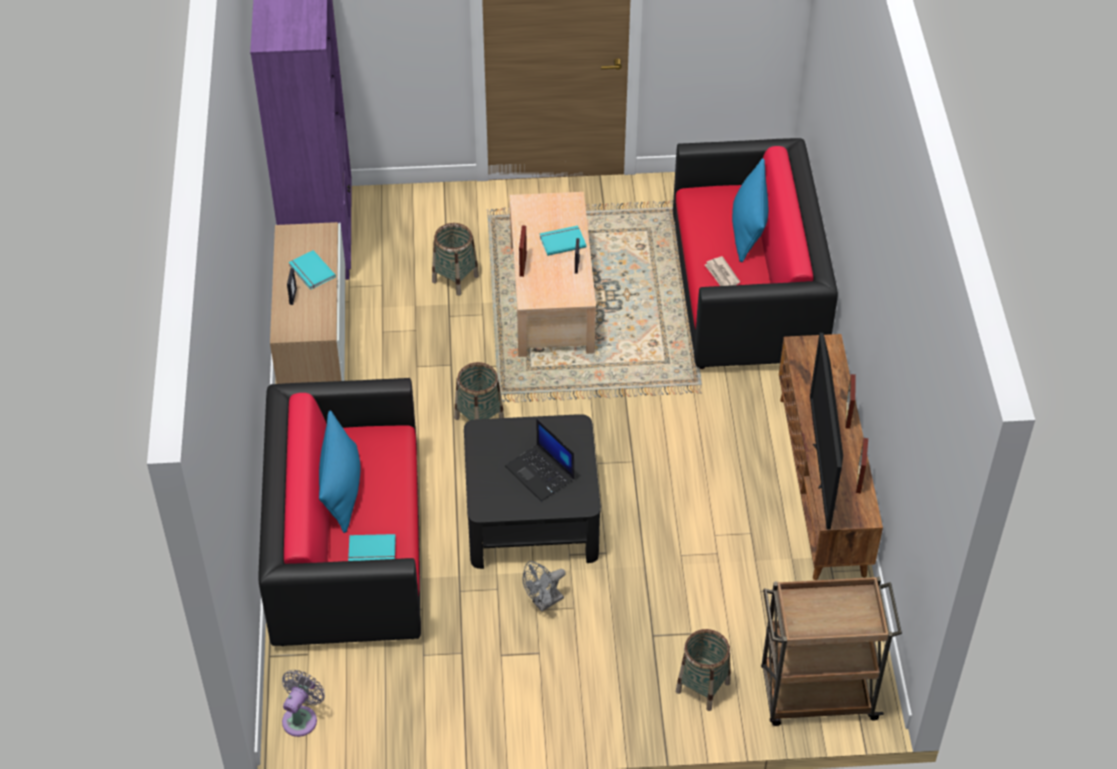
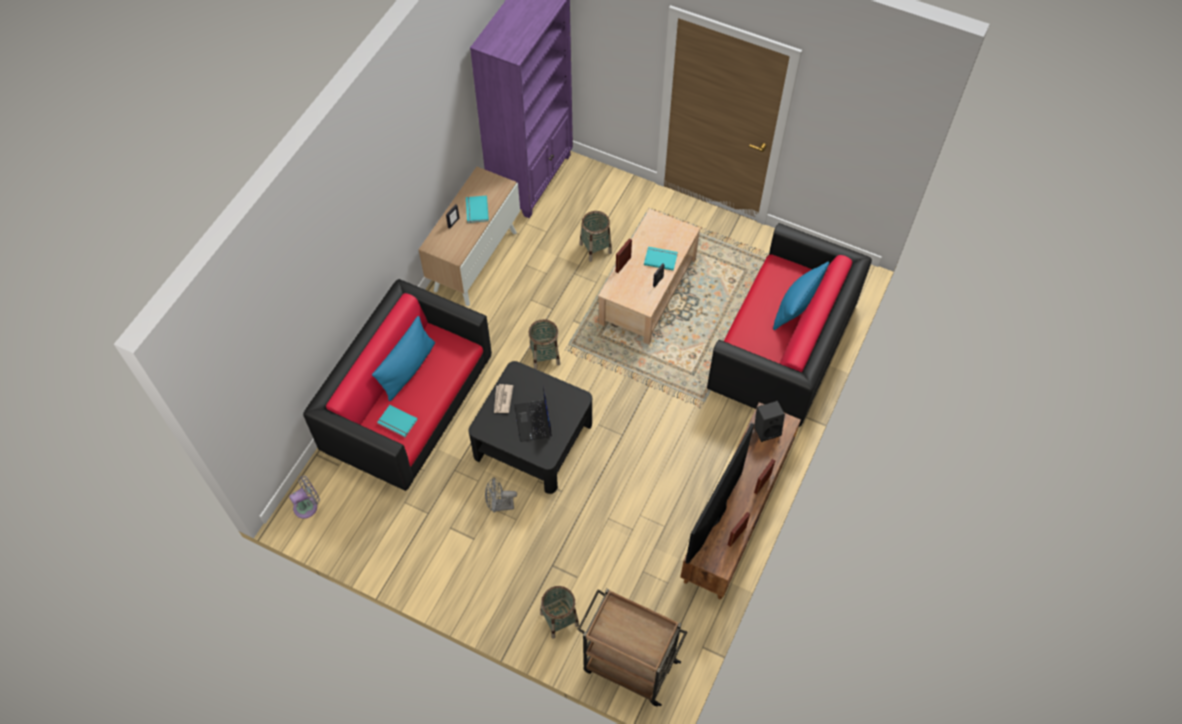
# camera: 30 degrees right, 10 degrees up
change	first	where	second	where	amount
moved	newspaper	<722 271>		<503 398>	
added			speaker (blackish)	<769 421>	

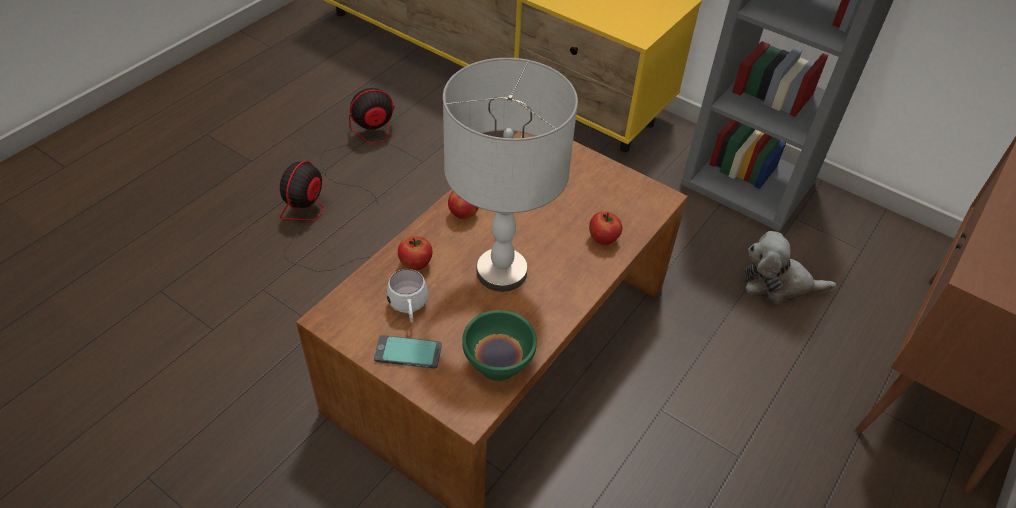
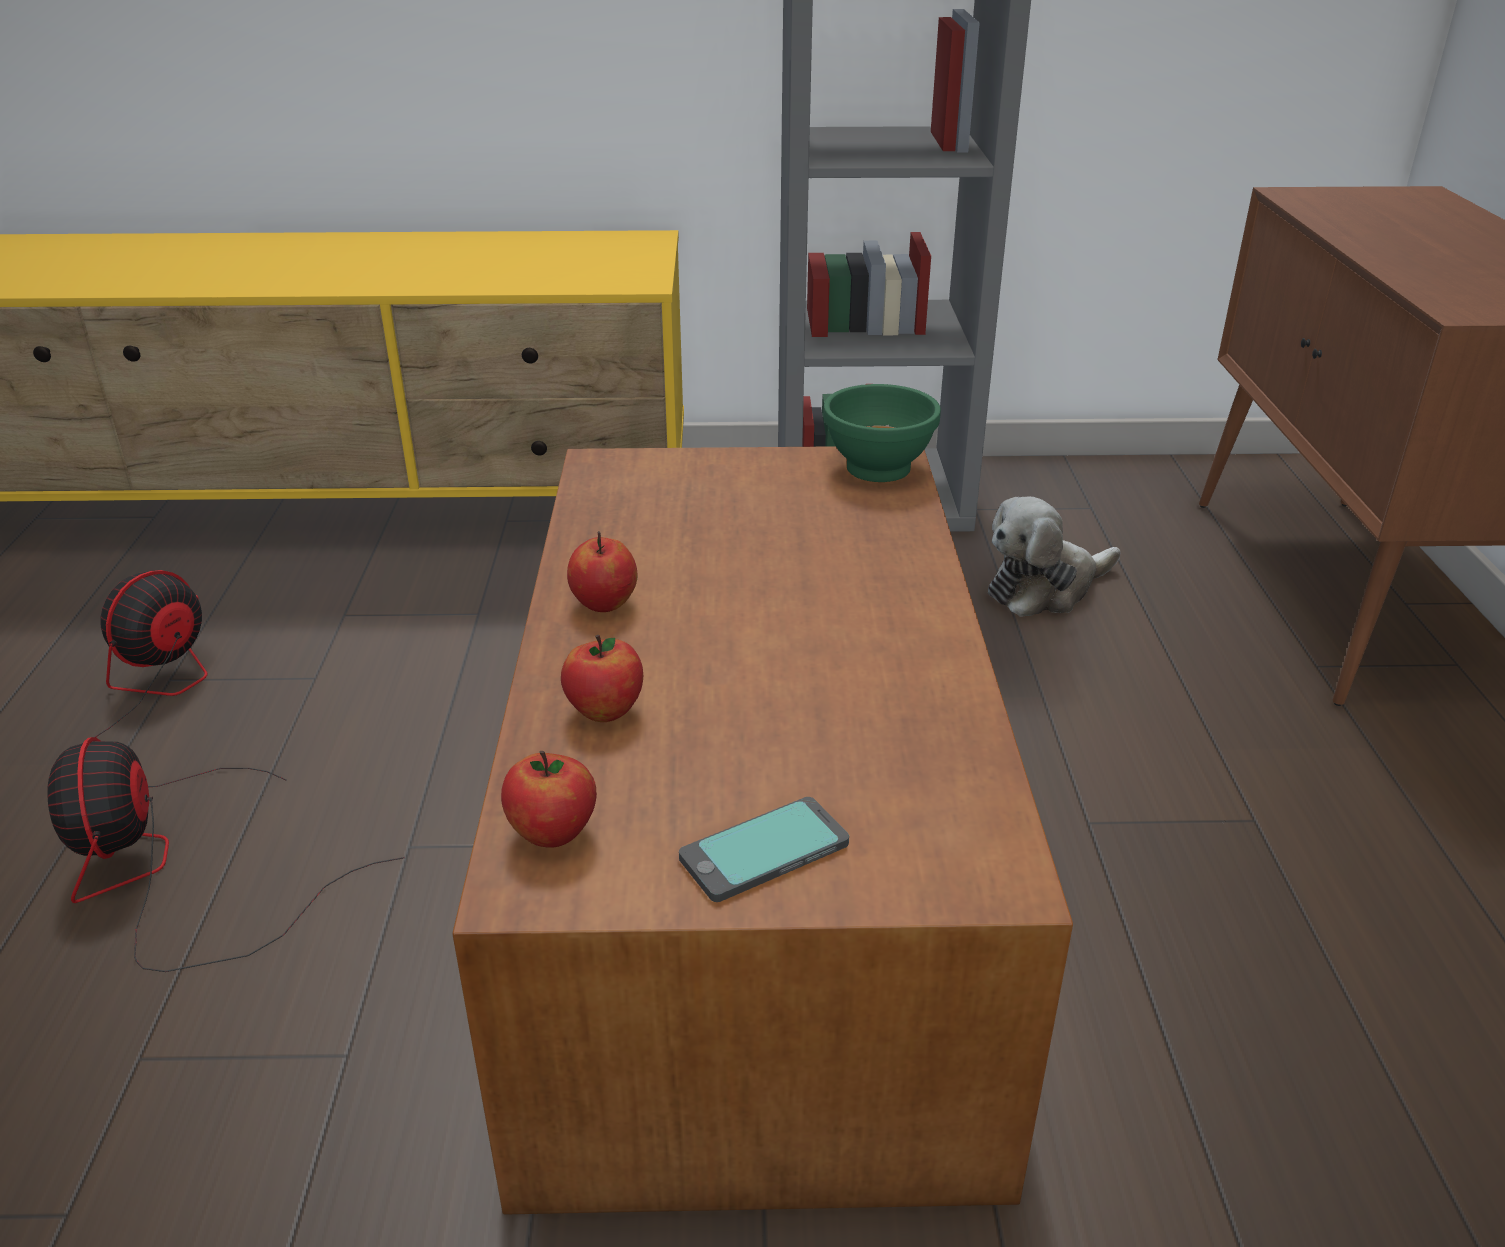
# camera: 35 degrees left, 15 degrees down
change	first	where	second	where	amount
moved	apple fruit	<605 228>		<549 799>	
moved	bowl (green-coloured)	<499 345>		<882 433>	
removed	coffee mug (white-coloured)	<407 296>			
removed	lamp for a table (greyish)	<510 175>			

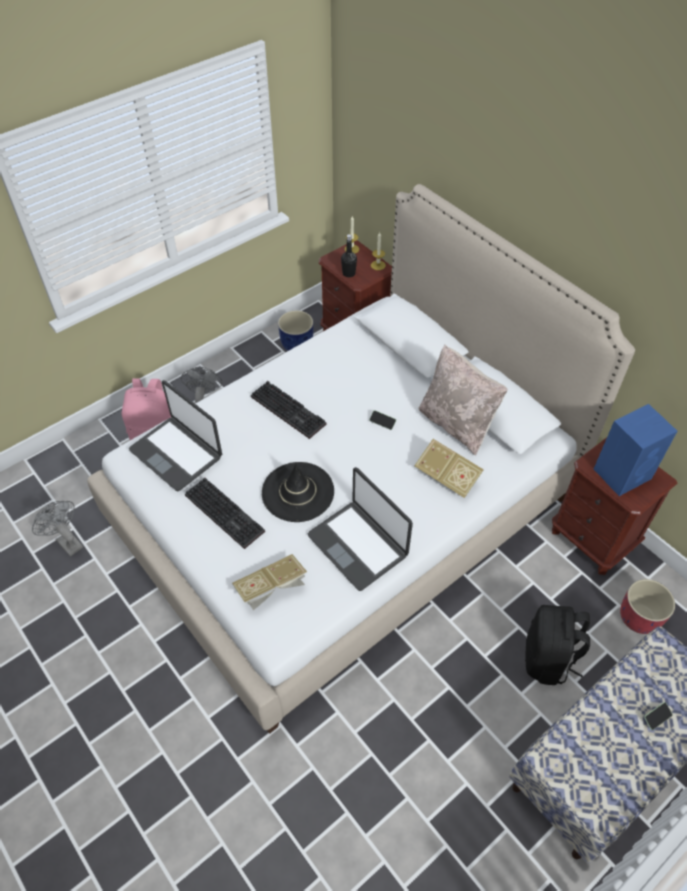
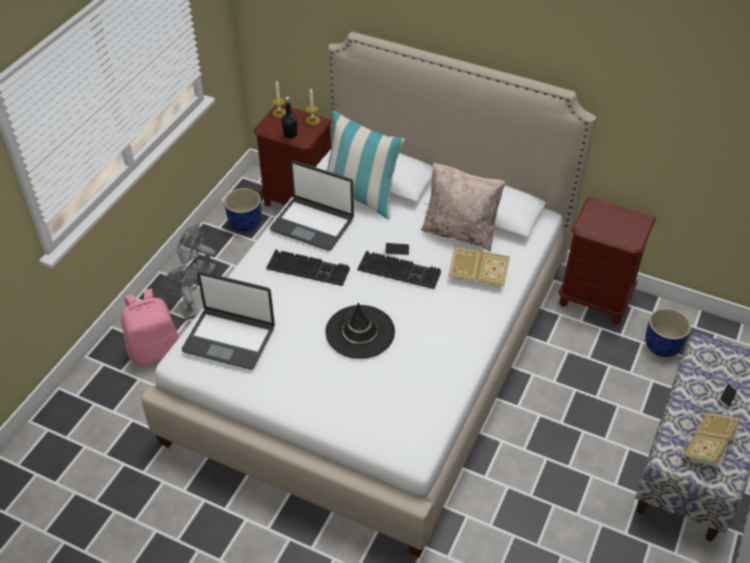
# camera: 25 degrees left, 5 degrees down
change	first	where	second	where	amount
moved	electric fan (greyish)	<57 528>		<196 249>	
moved	notebook computer	<360 529>		<312 206>	
added			pillow	<366 164>	
moved	PC keyboard	<225 513>		<399 270>	
recoloured	planter (red)	<647 606>	planter (blue-coloured)	<668 332>	
moved	volume	<269 582>		<712 440>	
removed	rucksack (blackish)	<557 645>			
removed	speaker (blue-coloured)	<635 450>			

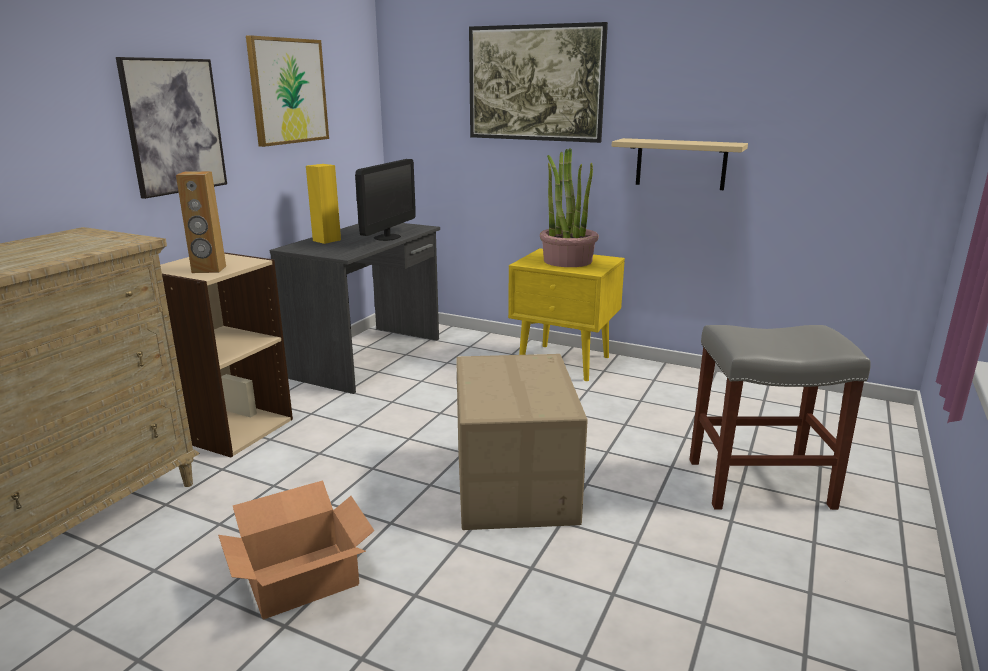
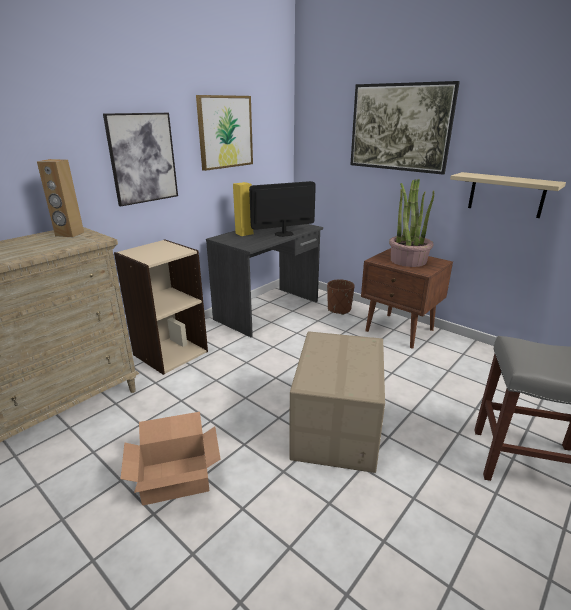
# camera: 15 degrees right, 5 degrees up
change	first	where	second	where	amount
moved	speaker (brownish)	<201 222>		<60 198>	
turned	computer screen	<385 200>		<282 209>	150 degrees counterclockwise
added			planter (brownish)	<341 297>	
recoloured	night table (yellowish)	<566 314>	night table (brownish)	<407 298>	

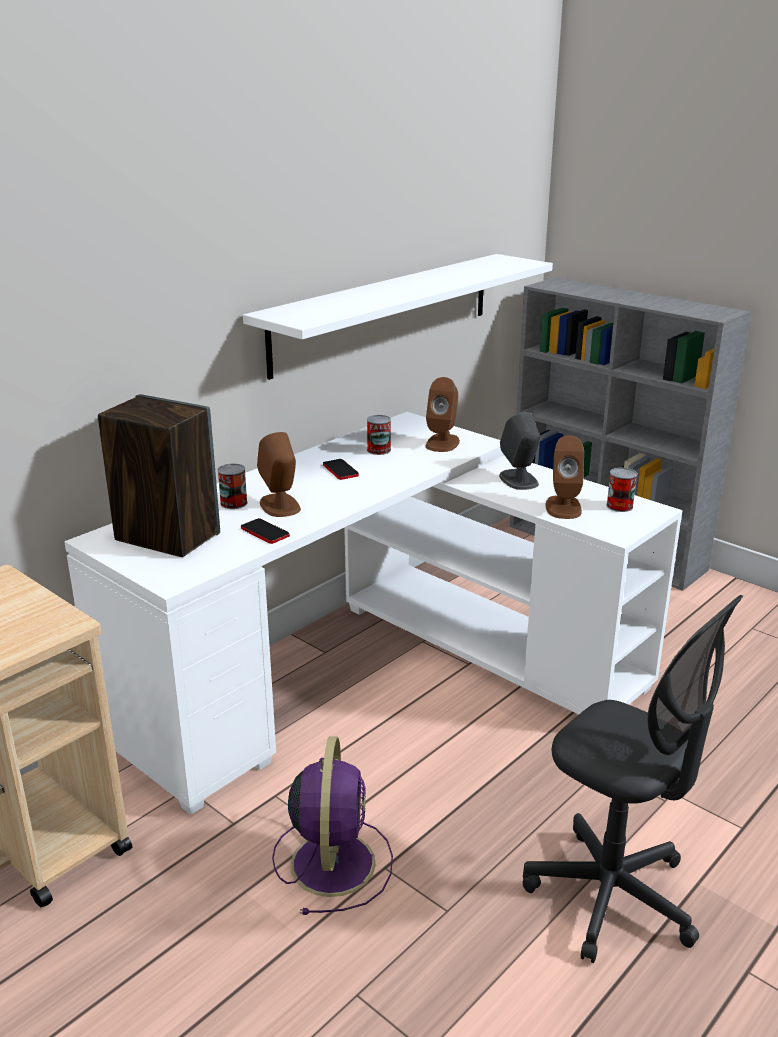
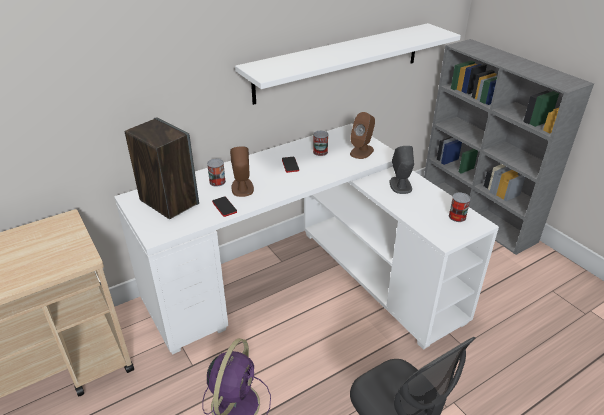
# camera: 15 degrees right, 10 degrees up
change	first	where	second	where	amount
removed	speaker (brownish)	<565 477>			

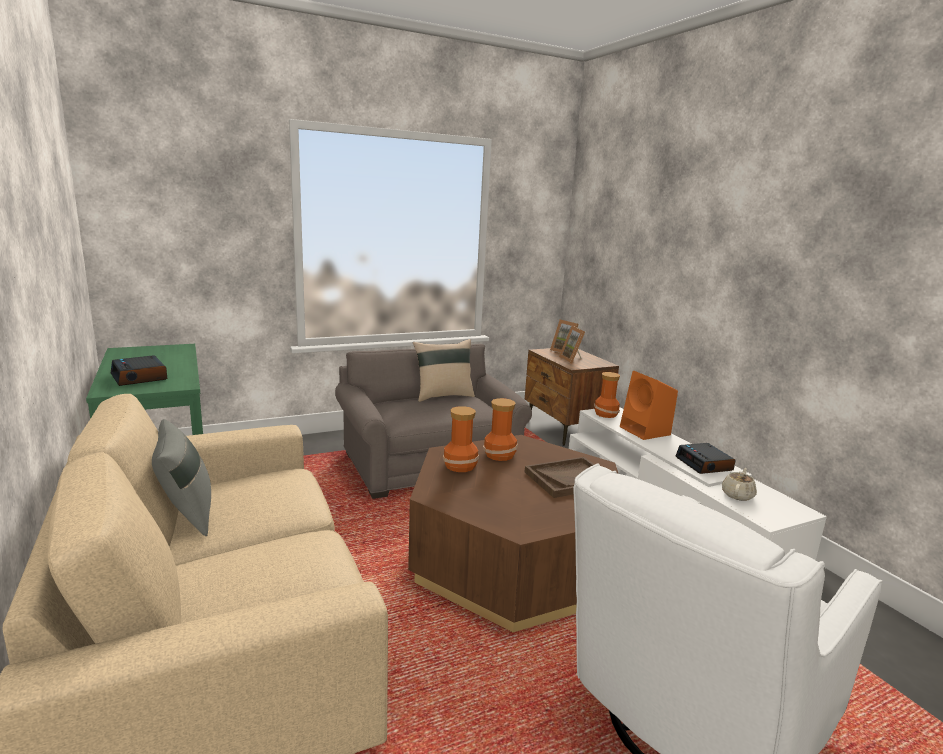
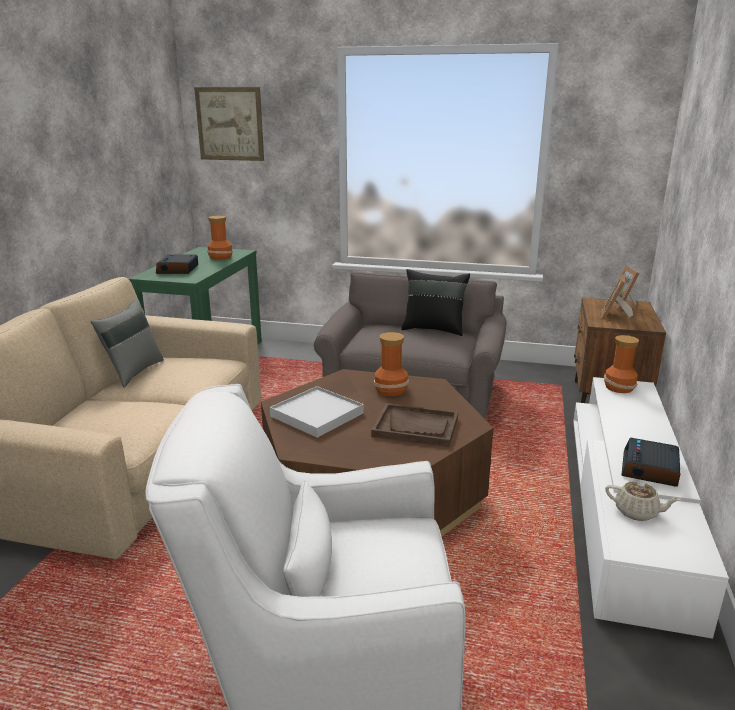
# camera: 40 degrees right, 5 degrees up
change	first	where	second	where	amount
added			wall art	<229 124>	
moved	flower vase	<461 439>		<220 238>	
added			carrying tray (white-coloured)	<317 412>	
recoloured	pillow (beige-coloured)	<444 370>	pillow (blackish)	<435 302>	
turned	tea pot (beige-coloured)	<739 484>		<643 501>	45 degrees clockwise
removed	speaker (orange-coloured)	<649 405>			

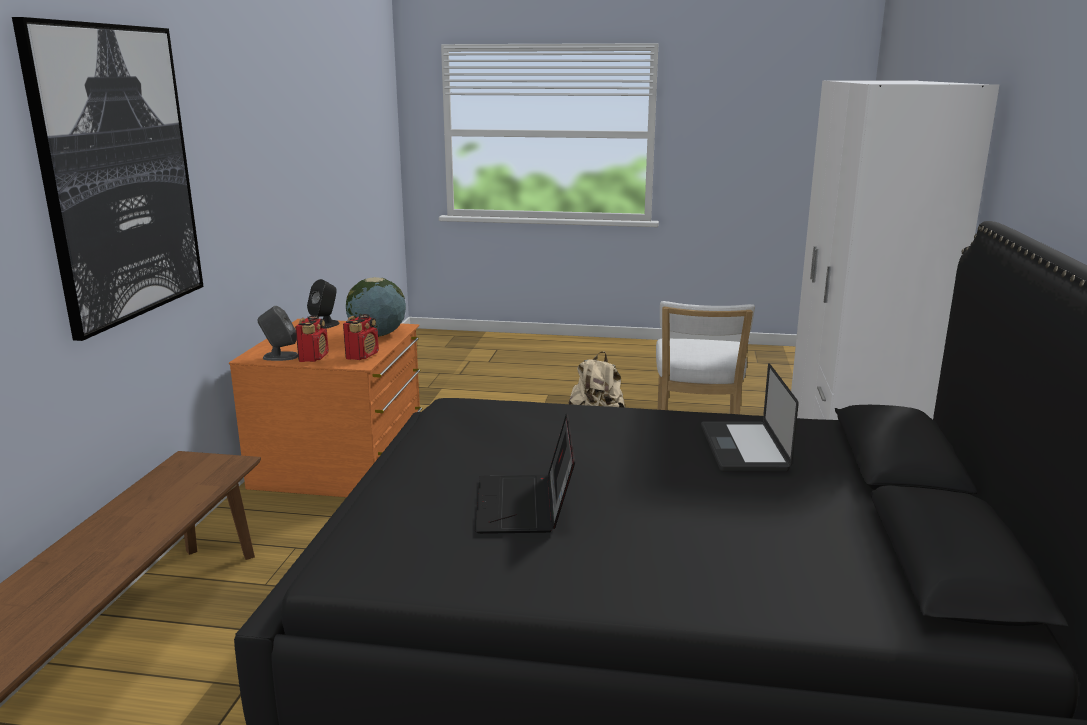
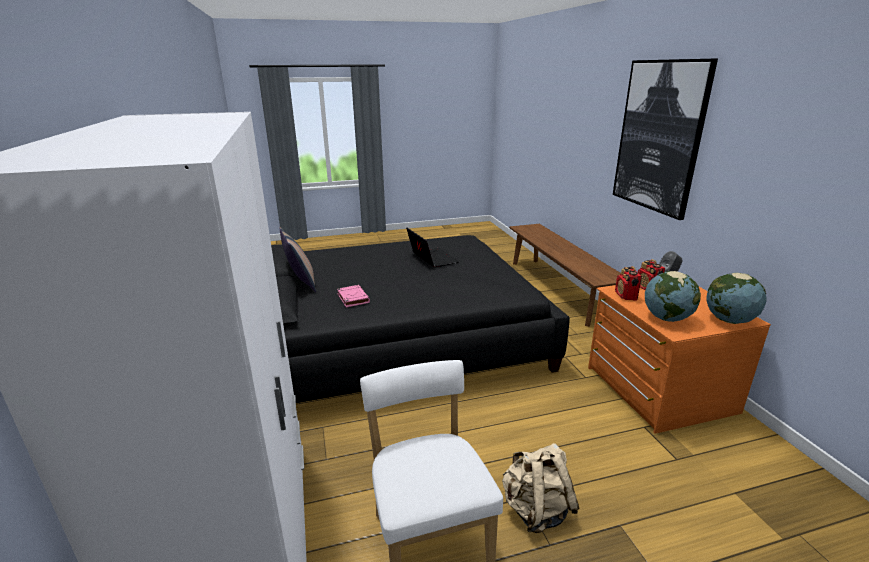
# camera: 155 degrees right, 5 degrees up
change	first	where	second	where	amount
added			pillow	<297 259>	
replaced	notebook computer	<750 417>	volume (pink-coloured)	<353 296>	
replaced	speaker (blackish)	<323 304>	globe	<736 298>	

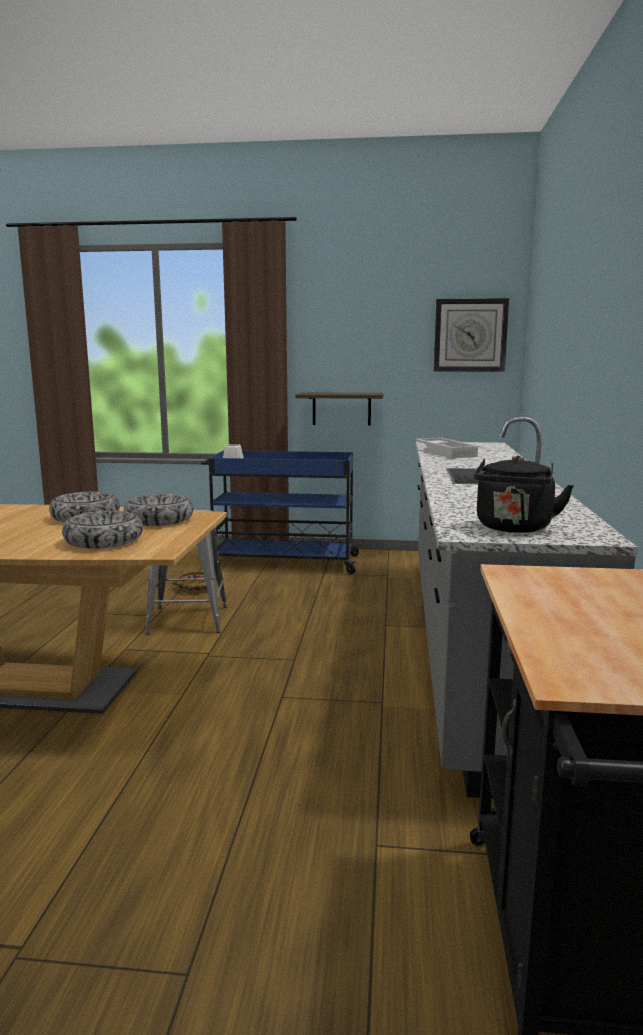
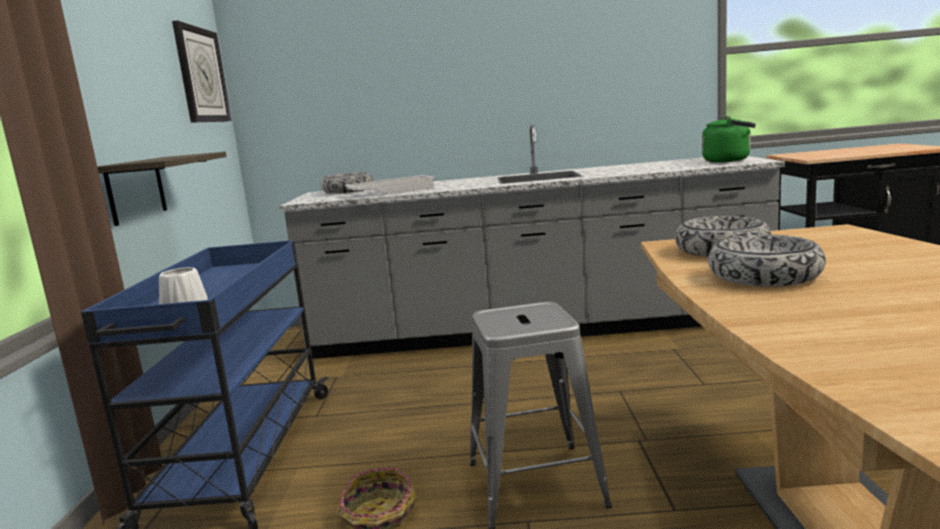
# camera: 95 degrees left, 0 degrees up
change	first	where	second	where	amount
moved	bowl	<102 529>		<347 183>	
recoloured	tea kettle (blackish)	<524 494>	tea kettle (green-coloured)	<729 139>	

